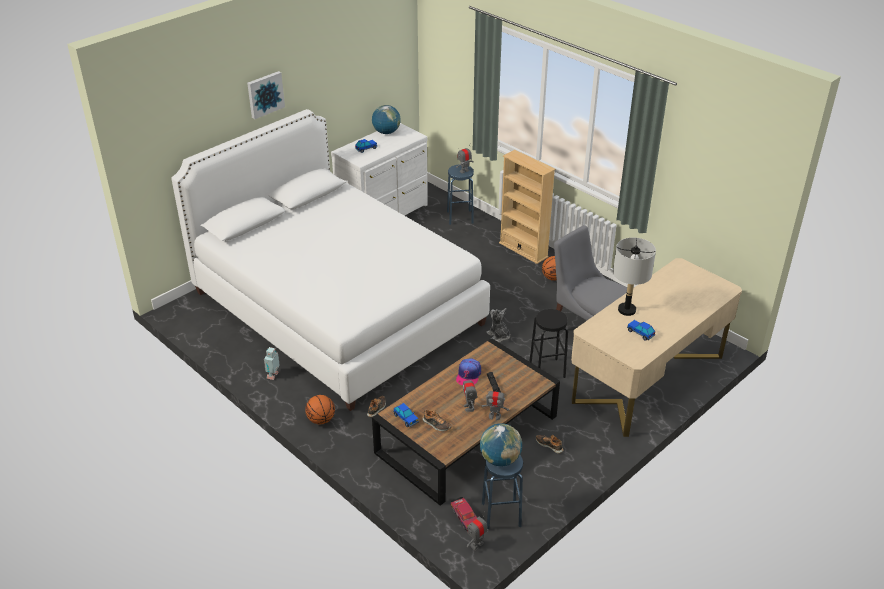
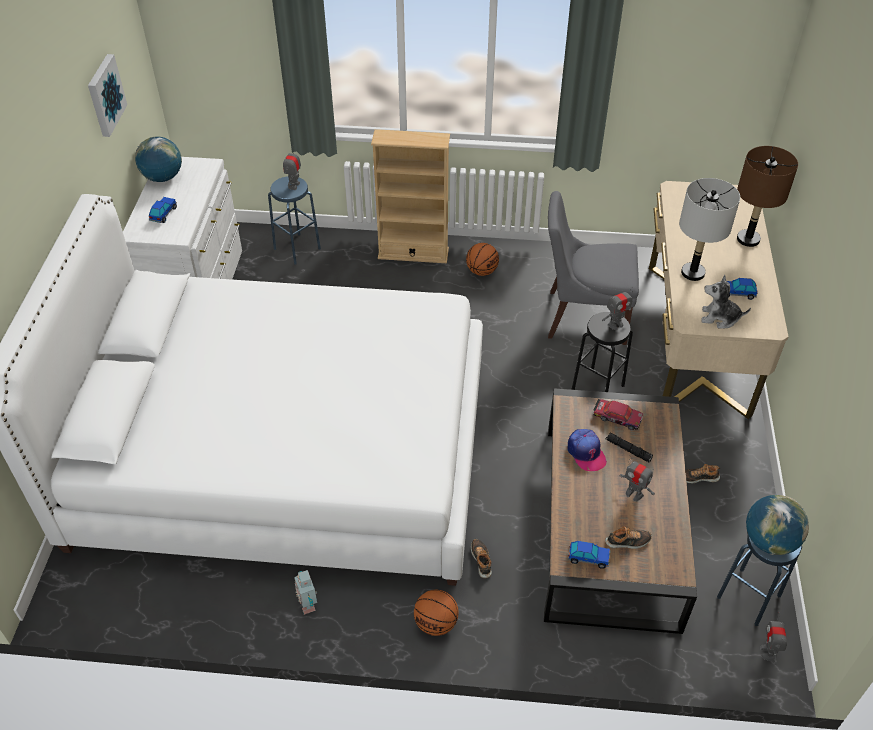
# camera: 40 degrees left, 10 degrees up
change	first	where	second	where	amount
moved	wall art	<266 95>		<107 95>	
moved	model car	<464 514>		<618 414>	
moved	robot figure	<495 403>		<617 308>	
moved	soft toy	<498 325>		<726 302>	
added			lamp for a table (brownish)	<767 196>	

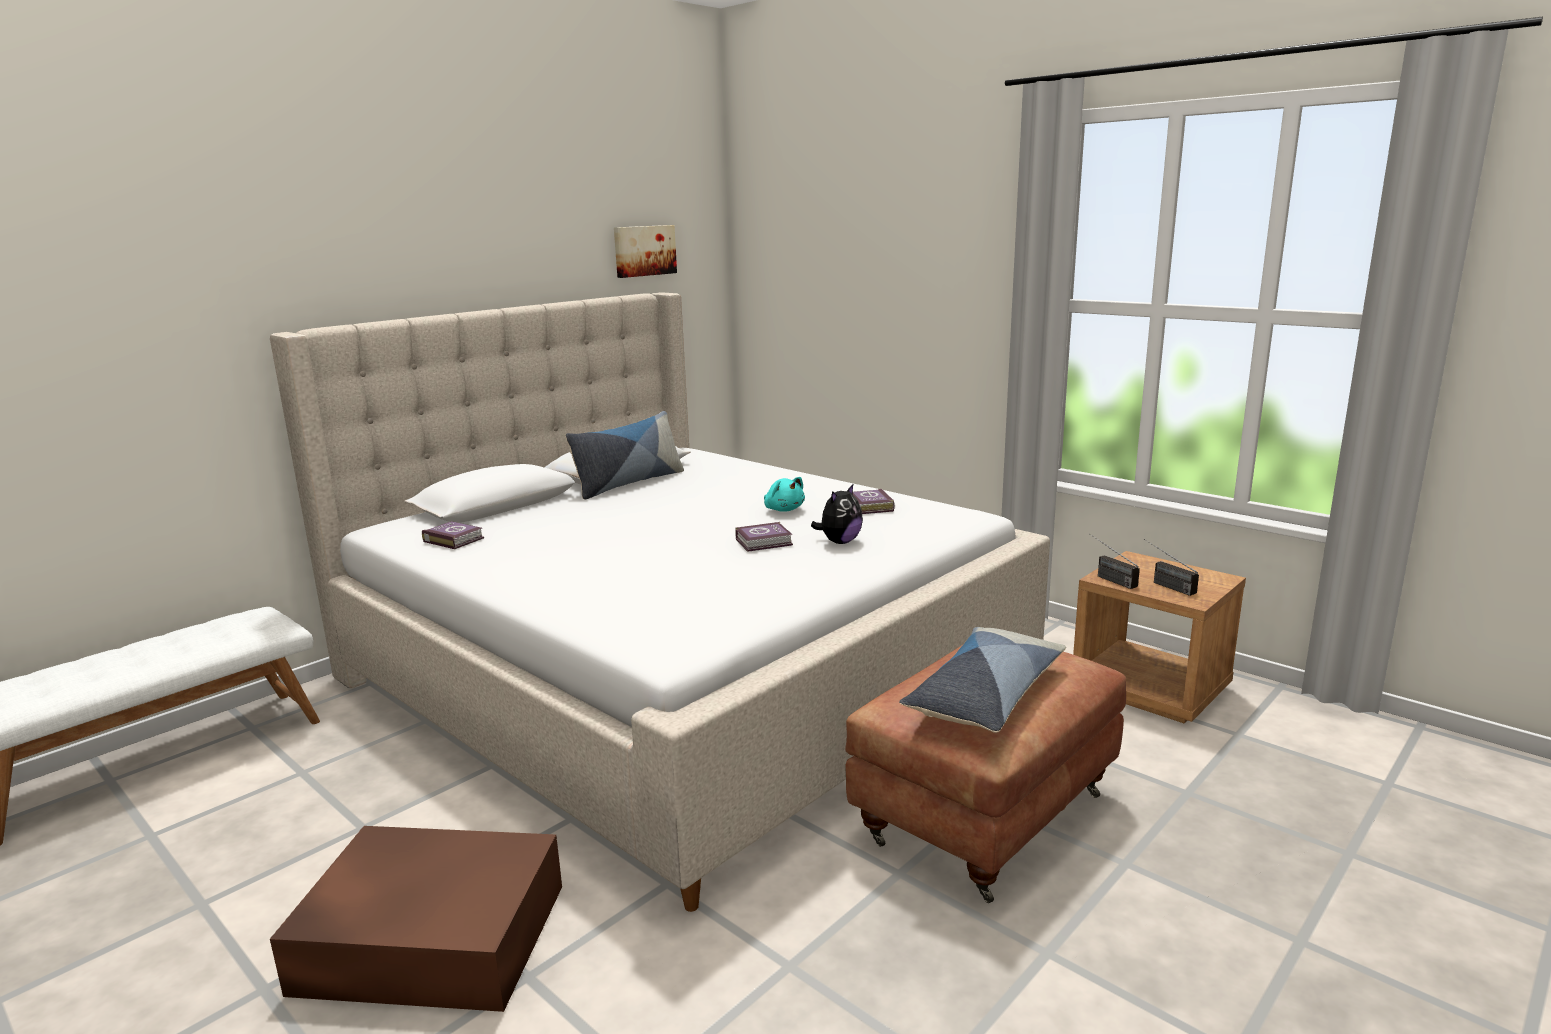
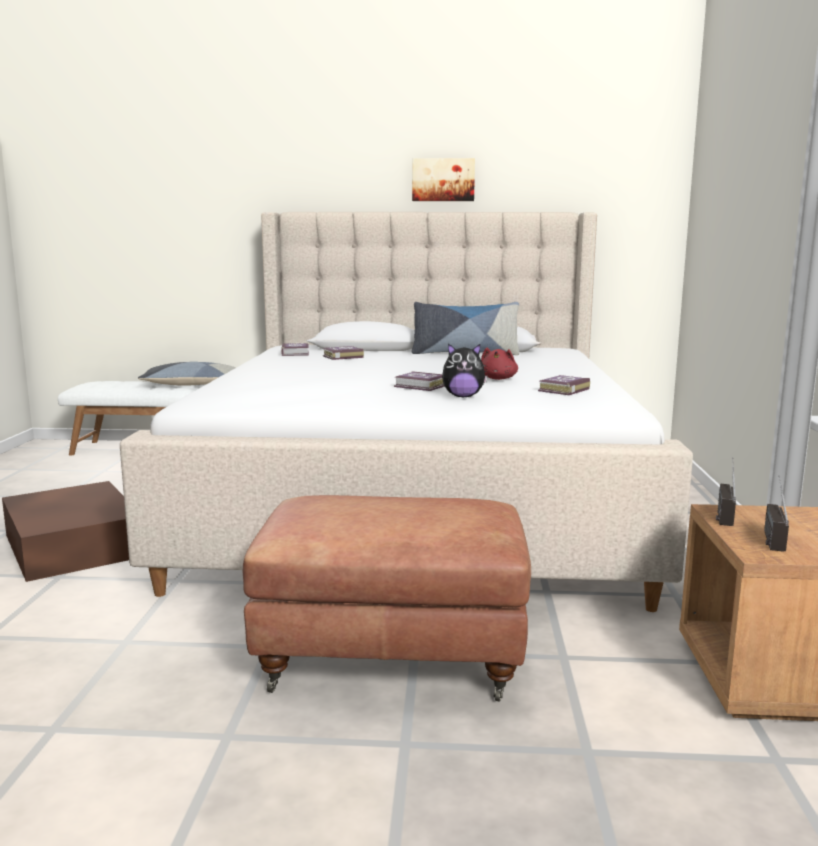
# camera: 50 degrees right, 5 degrees down
change	first	where	second	where	amount
moved	pillow	<982 680>		<186 374>	
added			volume	<343 353>	
moved	wall art	<645 251>		<443 179>	
recoloured	soft toy (turquoise-coloured)	<784 494>	soft toy (red)	<499 364>	

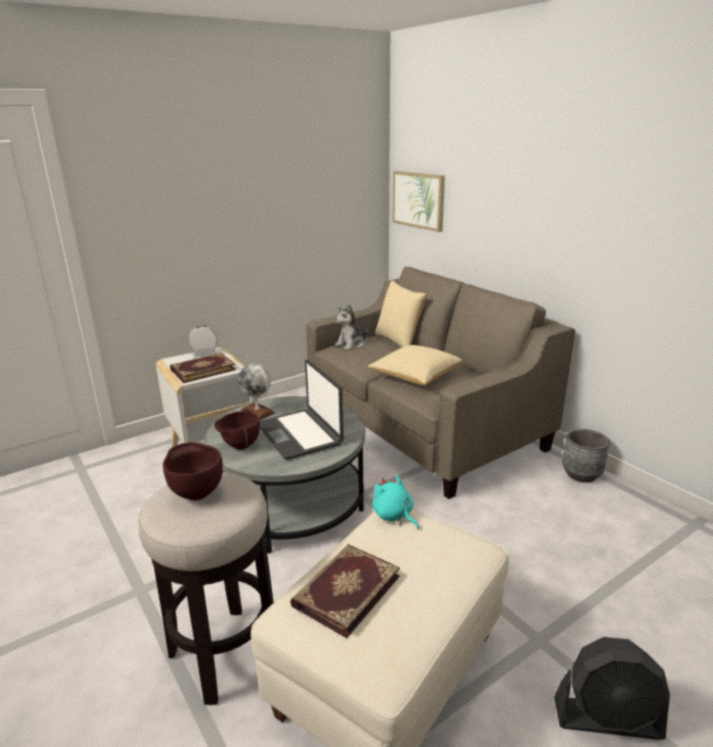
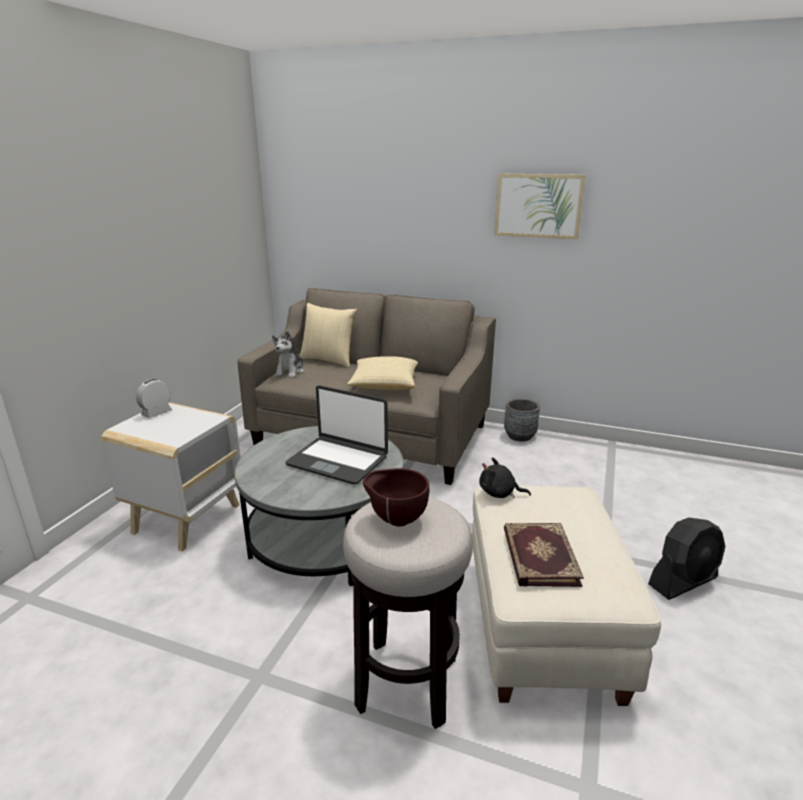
# camera: 35 degrees left, 0 degrees up
change	first	where	second	where	amount
recoloured	soft toy (turquoise-coloured)	<396 502>	soft toy (blackish)	<505 477>	
moved	wall art	<419 201>		<540 206>	
removed	volume	<203 368>			
removed	bowl (brownish)	<237 430>			
removed	globe	<256 392>			

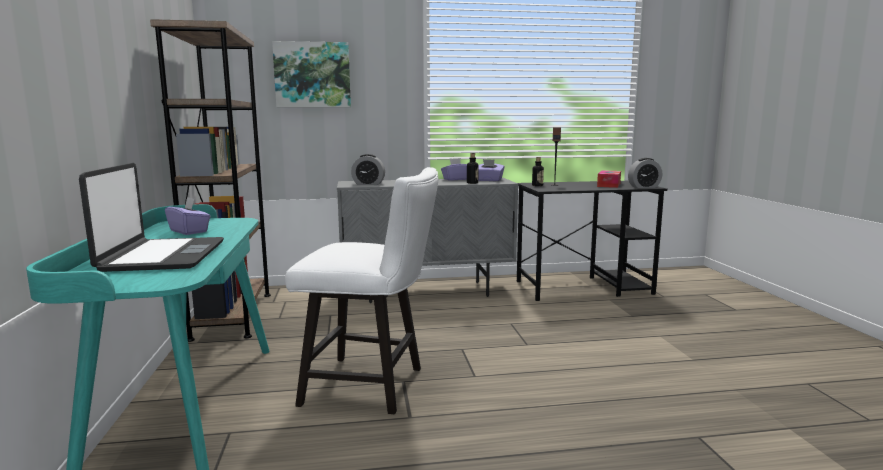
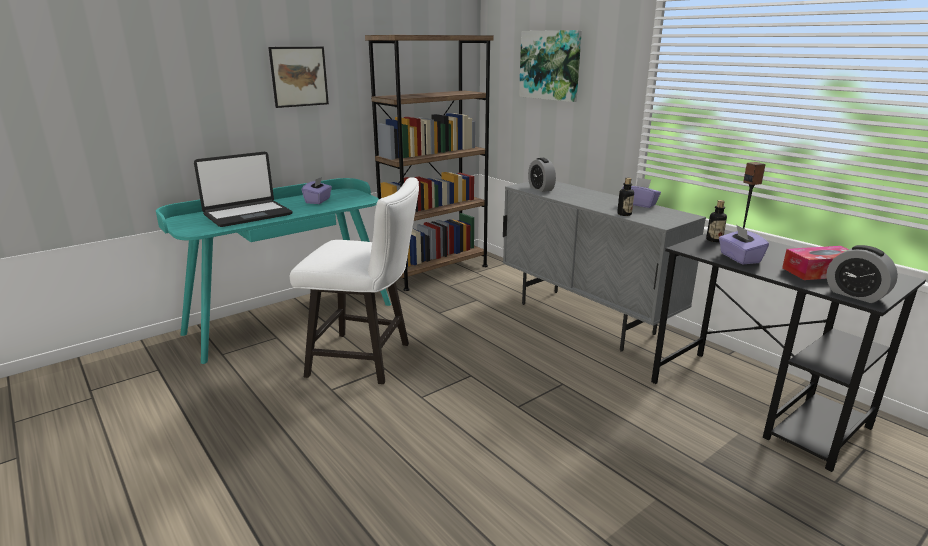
# camera: 60 degrees right, 10 degrees up
change	first	where	second	where	amount
added			wall art	<298 77>	
turned	chair (white-coloured)	<361 290>		<354 281>	60 degrees counterclockwise
moved	tissue box (purplish)	<491 170>		<744 244>	

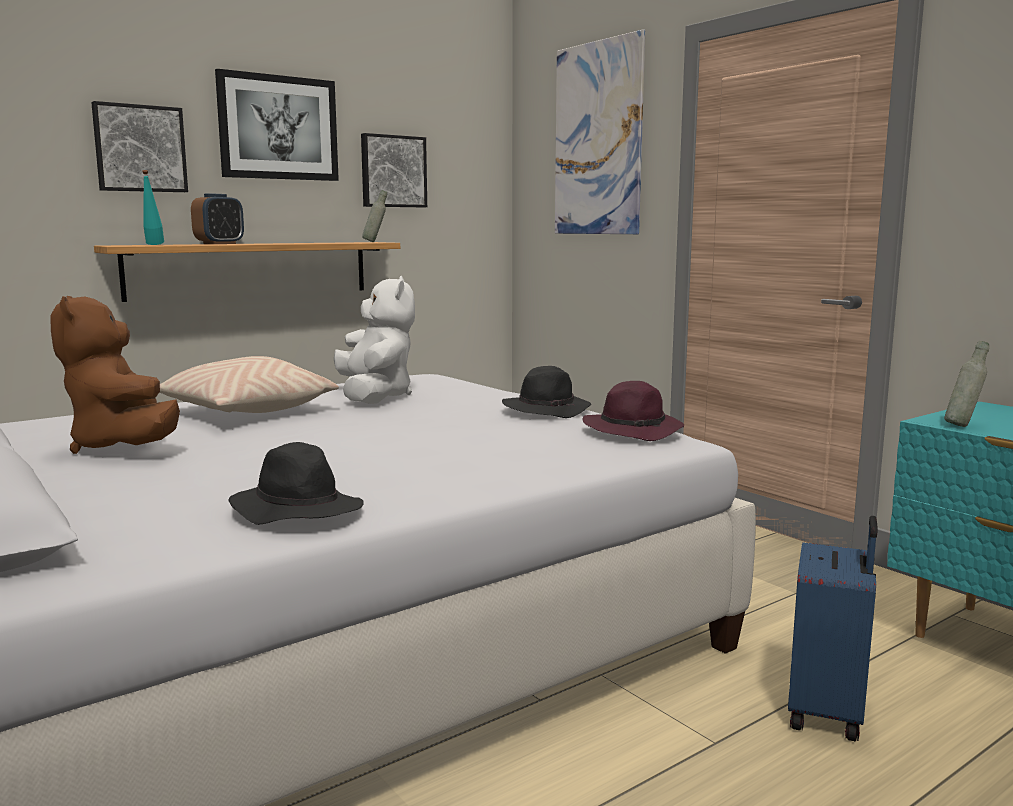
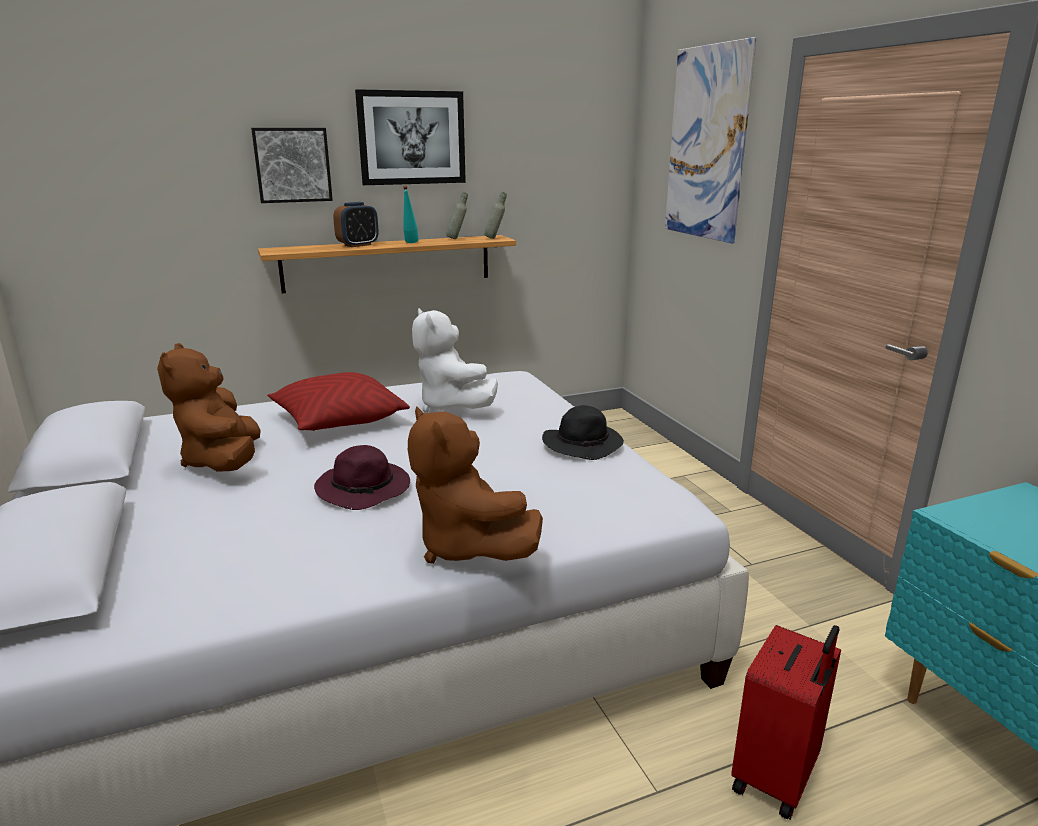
# camera: 15 degrees right, 10 degrees up
change	first	where	second	where	amount
recoloured	pillow (beige-coloured)	<249 384>	pillow (red)	<338 401>	
moved	hat (purplish)	<633 411>		<362 477>	
moved	drink bottle (turquoise-coloured)	<153 207>		<411 214>	
added			soft toy (brownish)	<475 485>	
turned	soft toy (white-coloured)	<374 340>		<455 360>	150 degrees clockwise
moved	drink bottle (greyish)	<966 384>		<457 215>	
recoloured	suitcase (blue-coloured)	<833 628>	suitcase (red)	<786 722>	
removed	hat (blackish)	<296 483>			
removed	wall art	<394 170>			

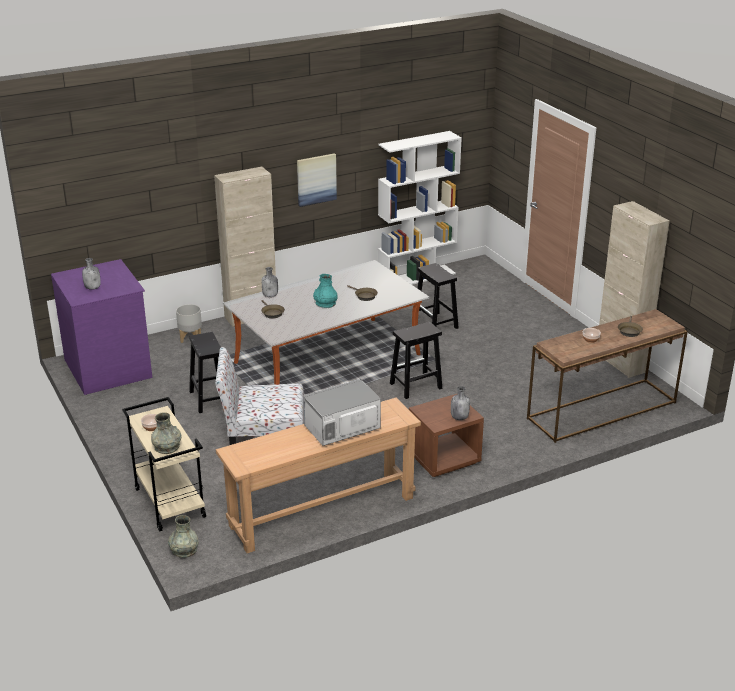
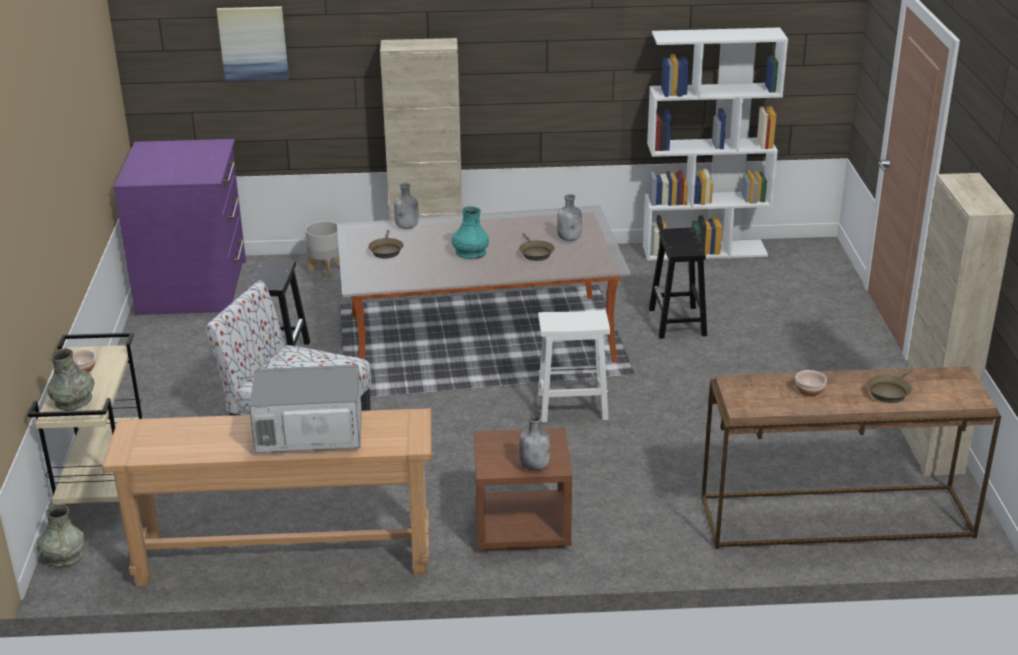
# camera: 25 degrees right, 0 degrees up
change	first	where	second	where	amount
moved	wall art	<317 180>		<253 44>	
recoloured	sitting stool (blackish)	<416 360>	sitting stool (white-coloured)	<574 366>	
moved	drink bottle (greyish)	<91 274>		<569 217>	

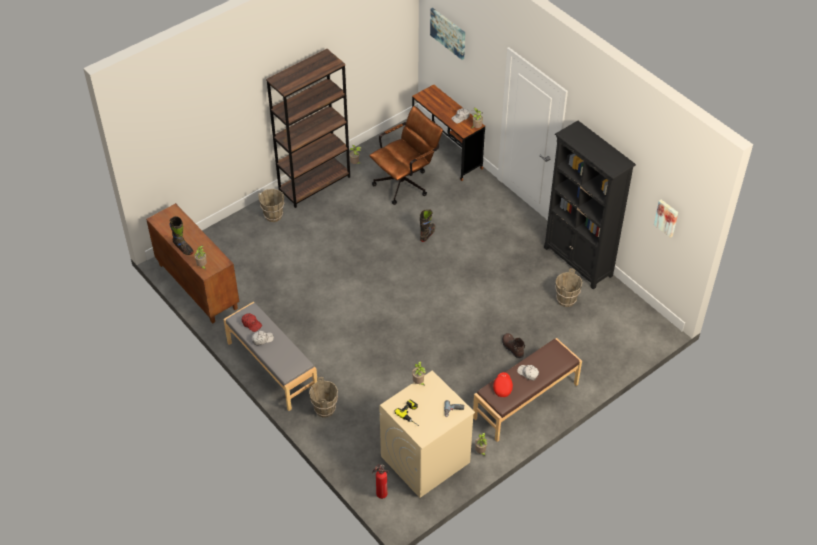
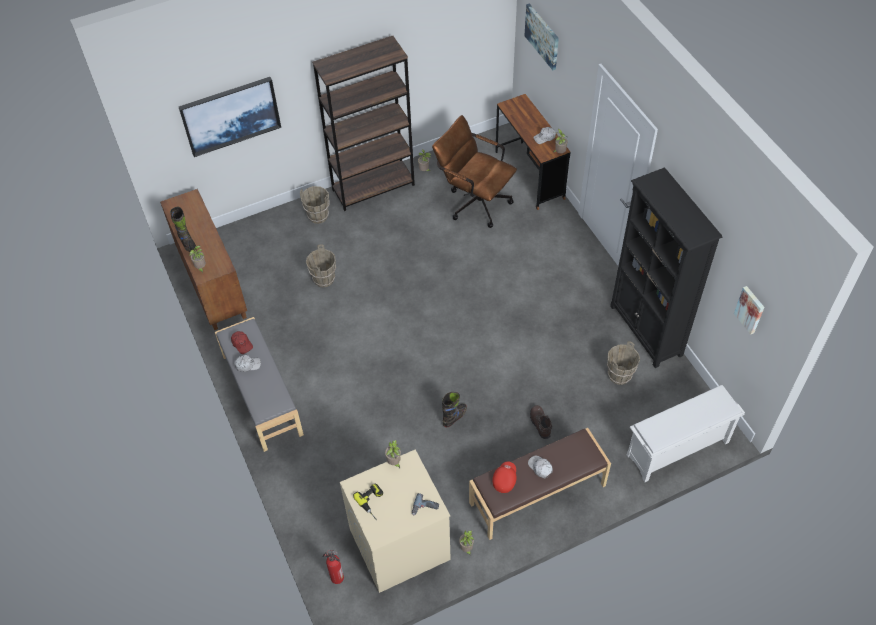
# camera: 15 degrees right, 5 degrees up
change	first	where	second	where	amount
added			wall art	<230 117>	
moved	pail (brownish)	<323 397>		<321 266>	
turned	office chair (brownish)	<406 155>		<474 171>	120 degrees counterclockwise
moved	high-top boot (blackish)	<427 225>		<454 409>	
added			shoe rack (white-coloured)	<686 433>	

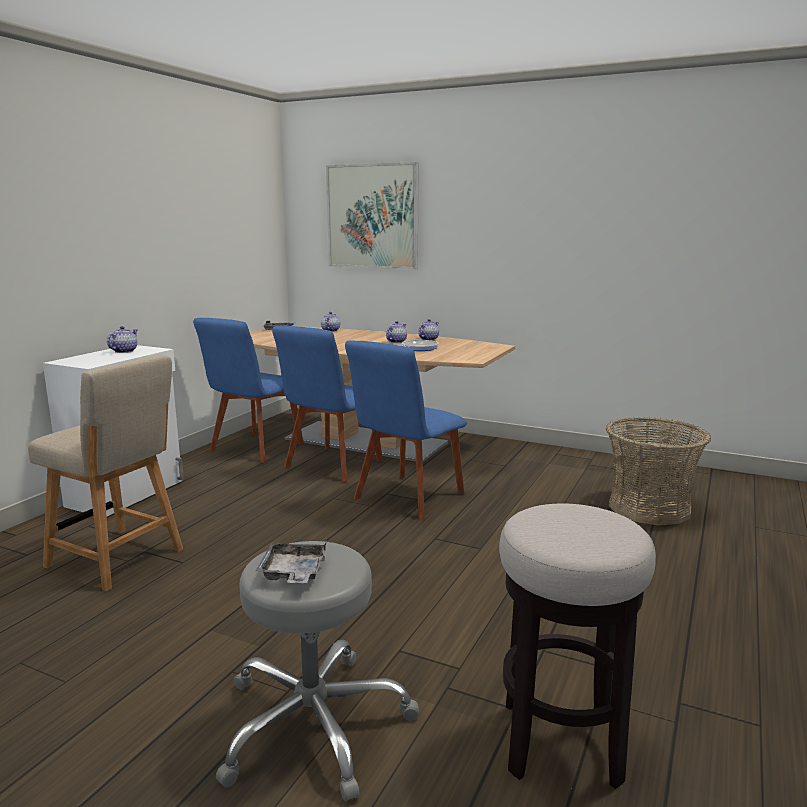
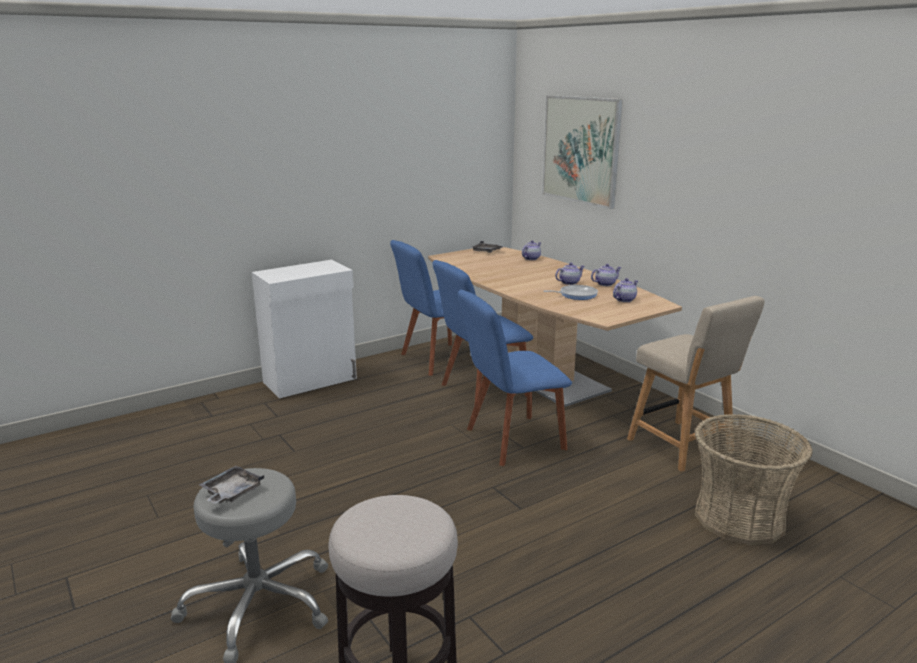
# camera: 30 degrees right, 5 degrees up
change	first	where	second	where	amount
moved	tea pot	<122 339>		<625 290>	
moved	chair (beige-coloured)	<105 473>		<695 384>	

